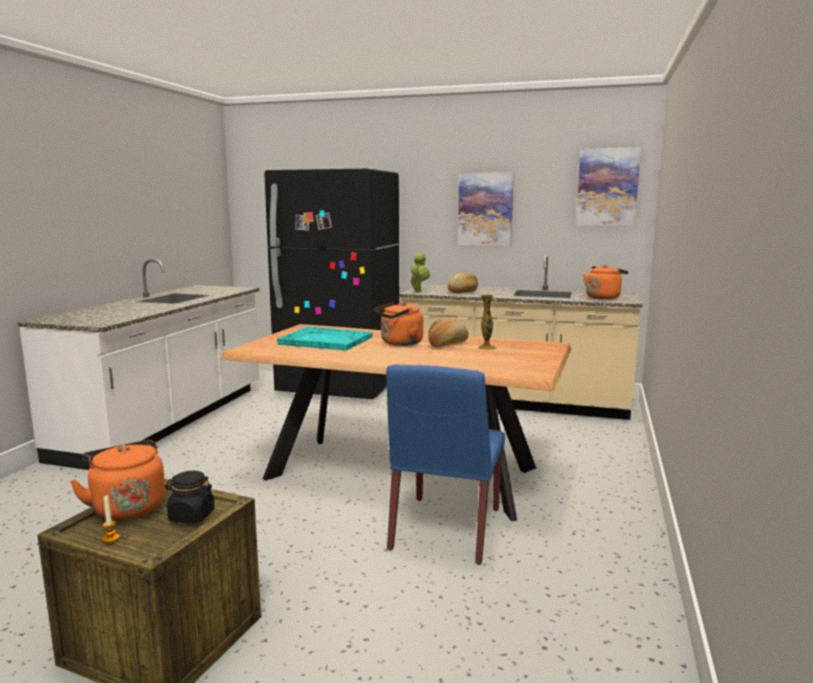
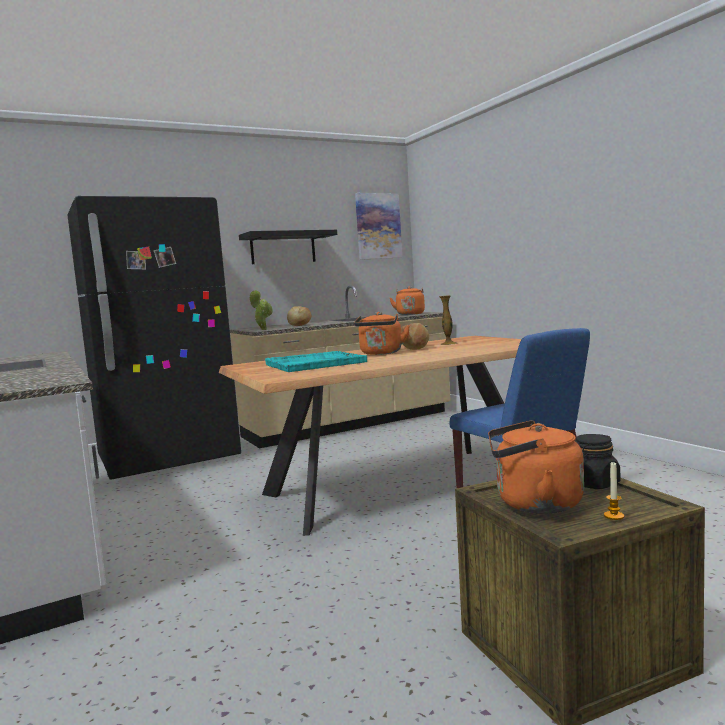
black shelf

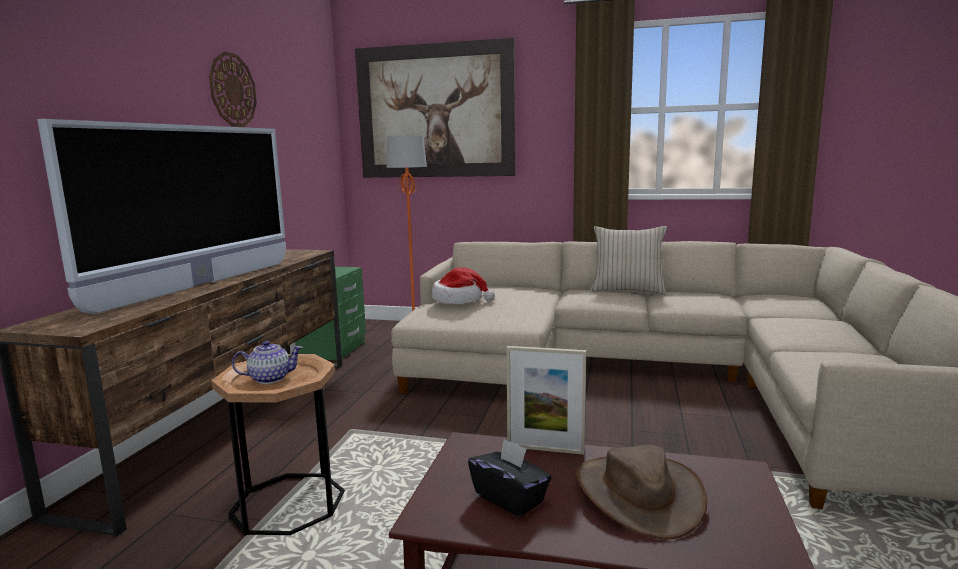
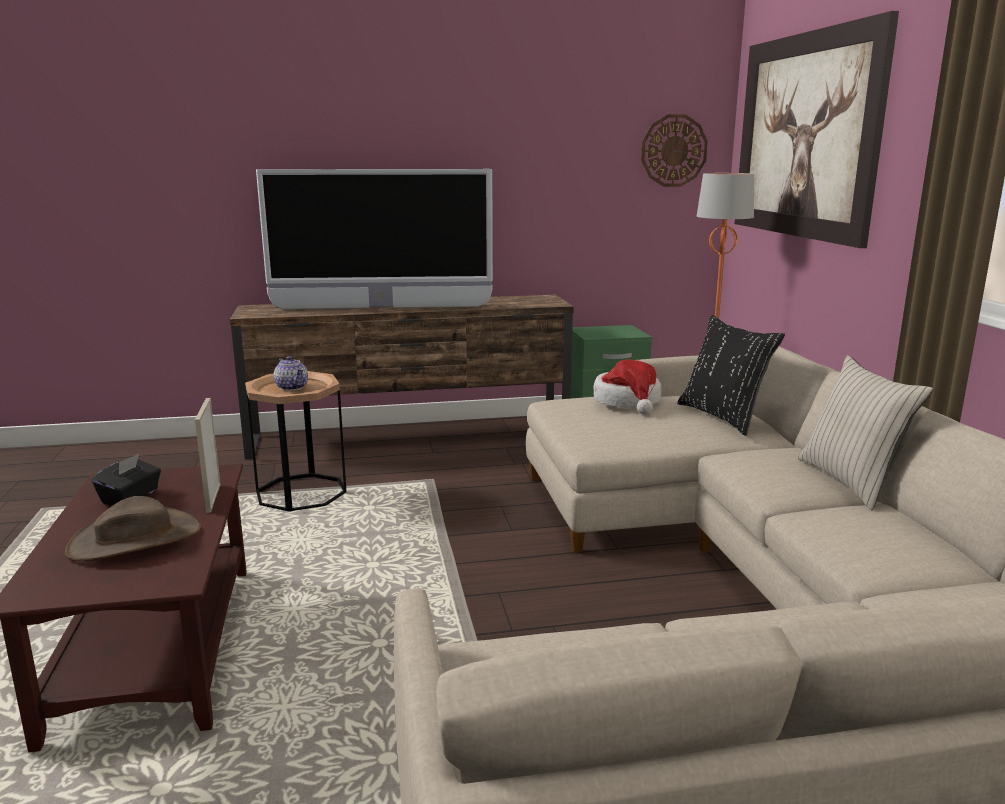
black pillow
wall clock

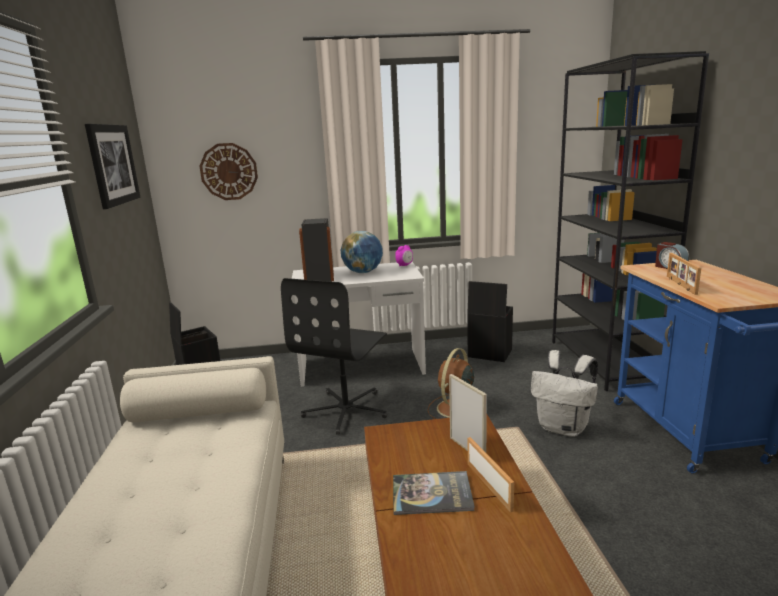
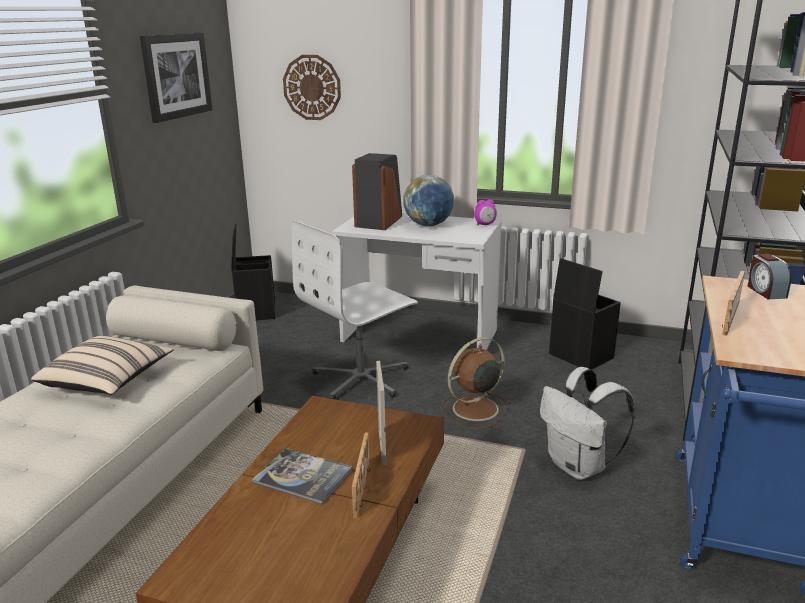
beige pillow
white office chair

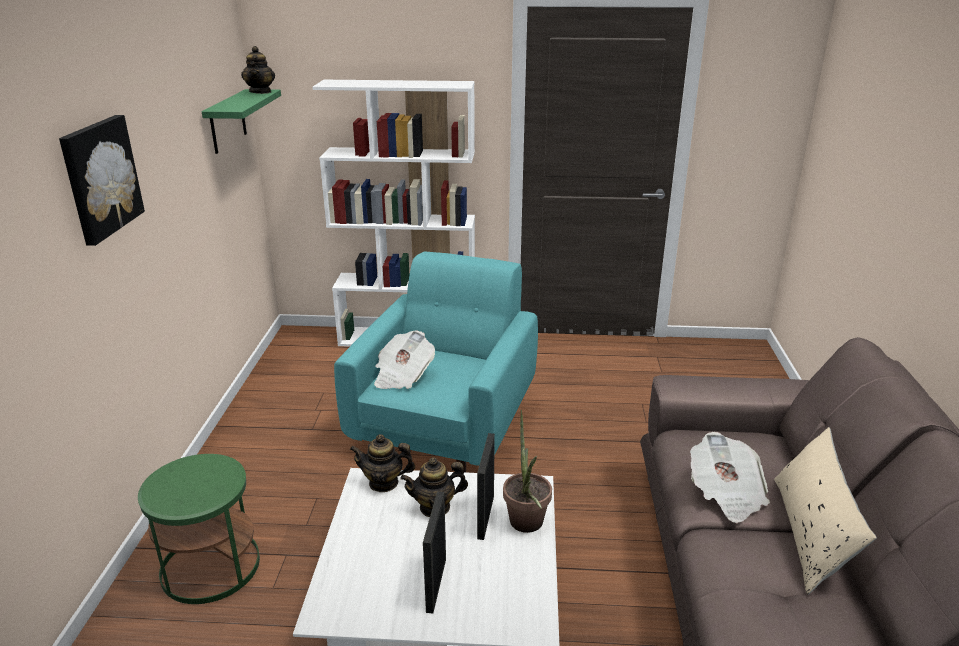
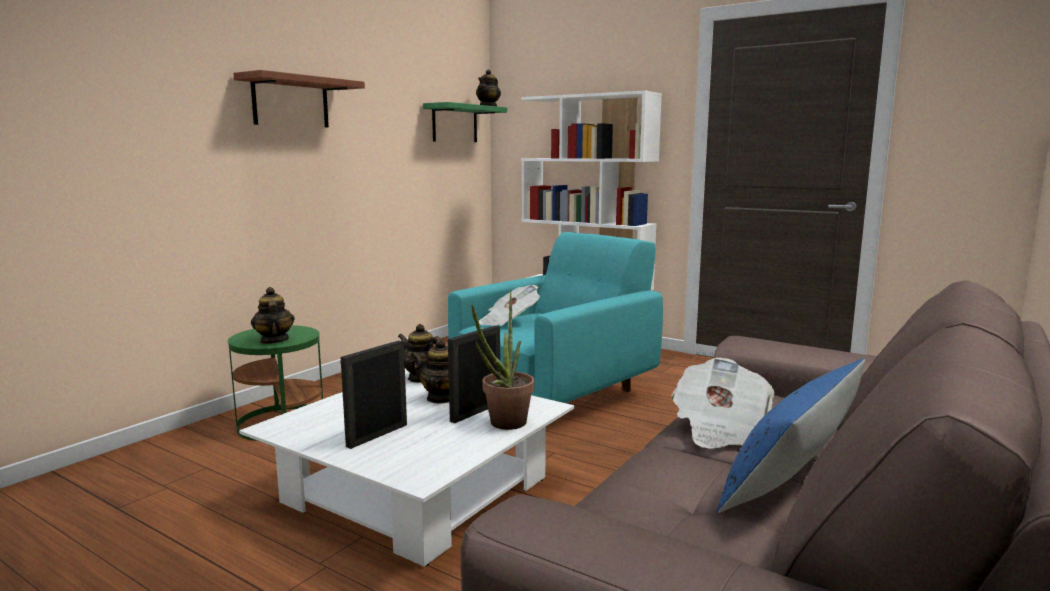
teapot (no. 1 from left)
brown shelf
blue pillow

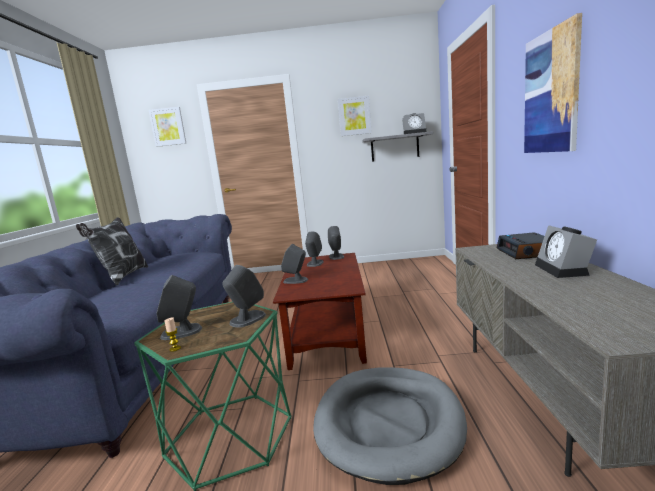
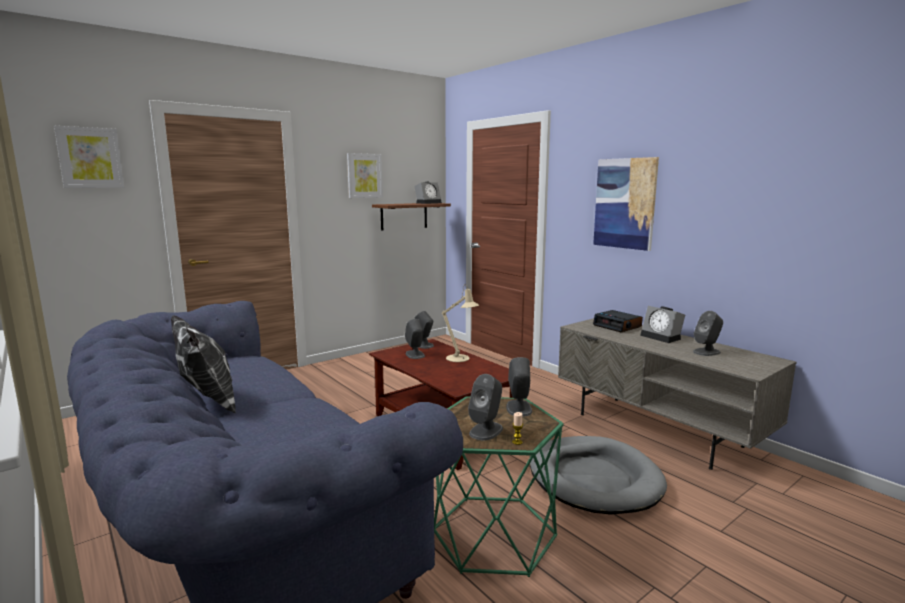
beige table lamp
grey speaker (no. 5 from left)
brown shelf

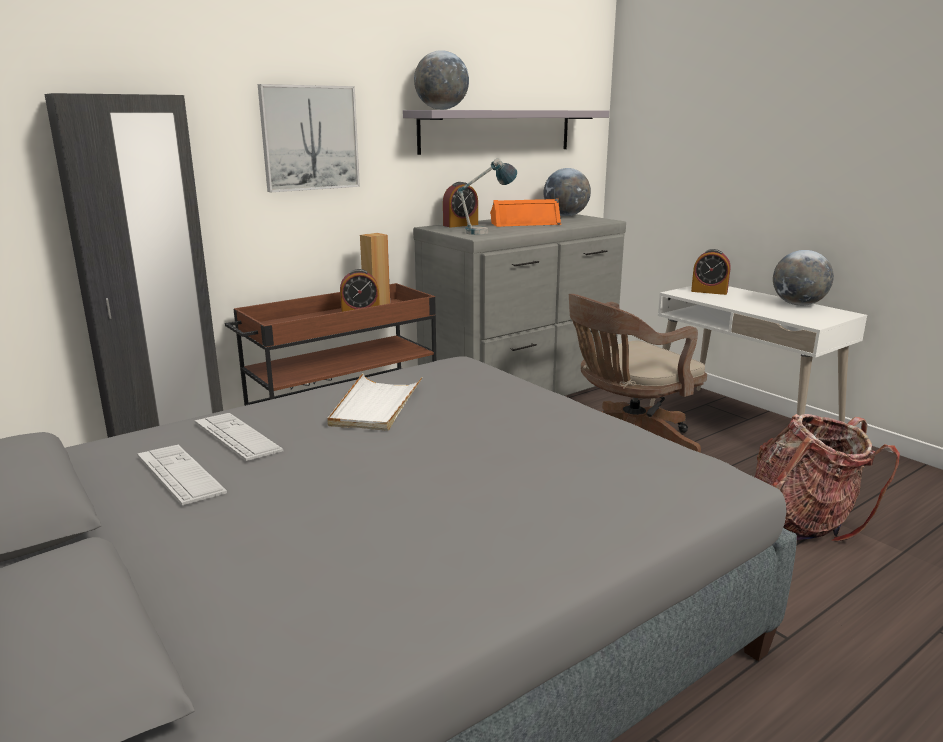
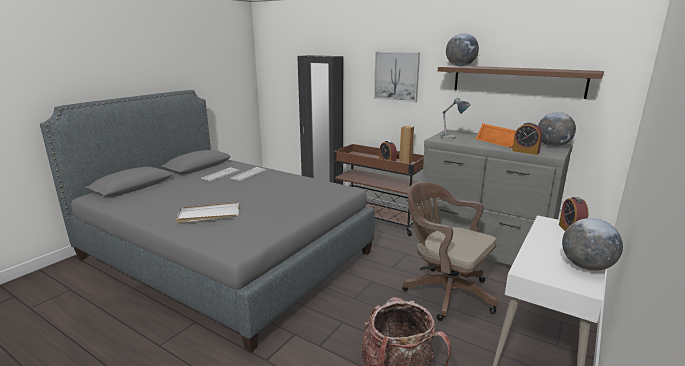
white tray
alarm clock (no. 2 from left)
brown shelf

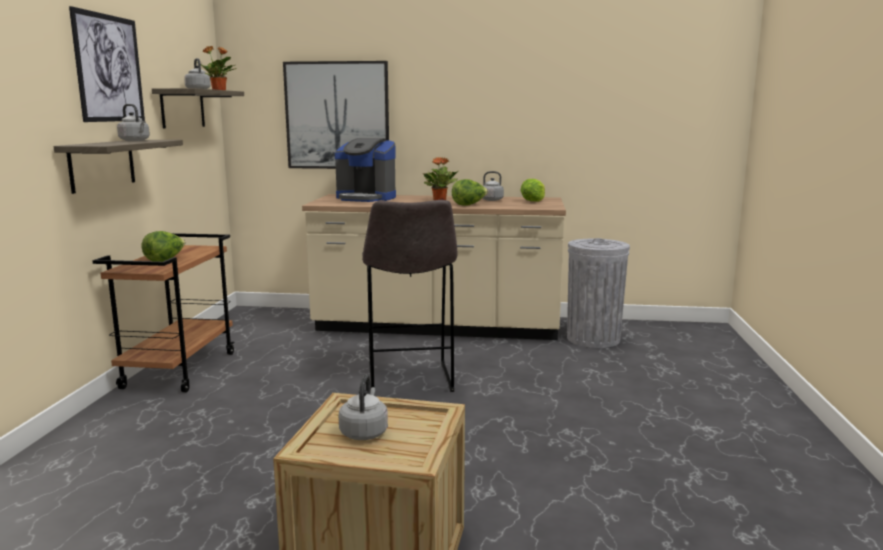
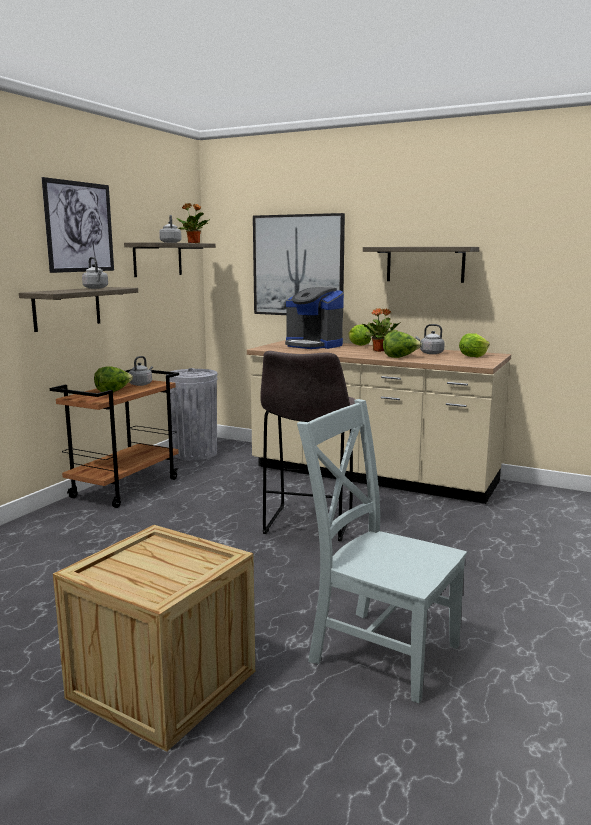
grey chair
lettuce (no. 2 from left)
shelf (no. 3 from left)
grey kettle (no. 2 from left)
grey trash can

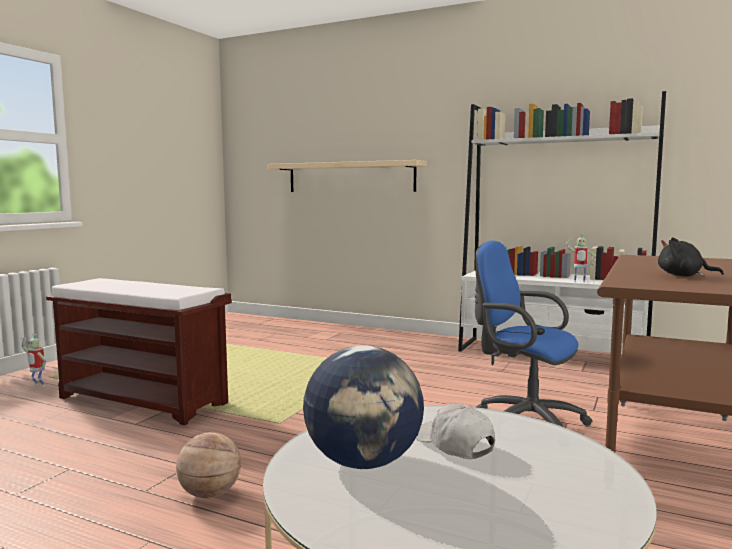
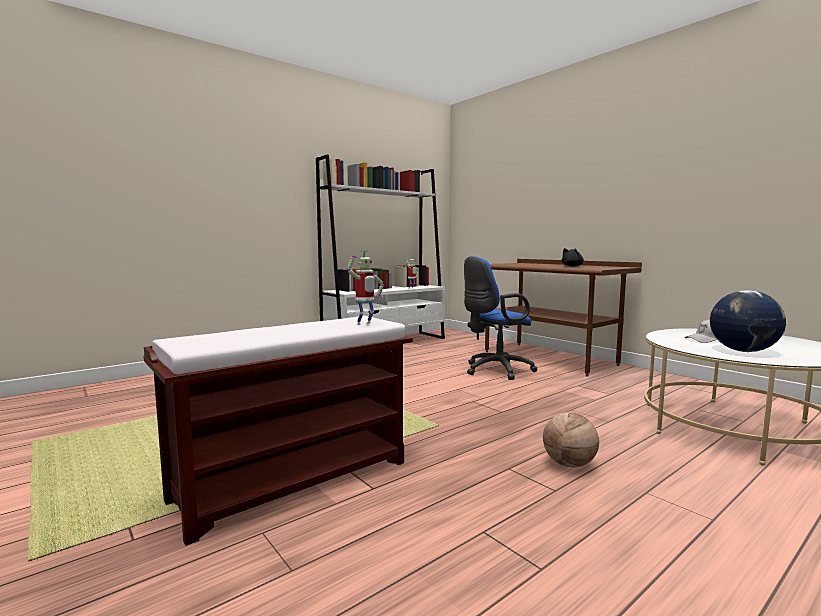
beige shelf
toy robot (no. 1 from left)

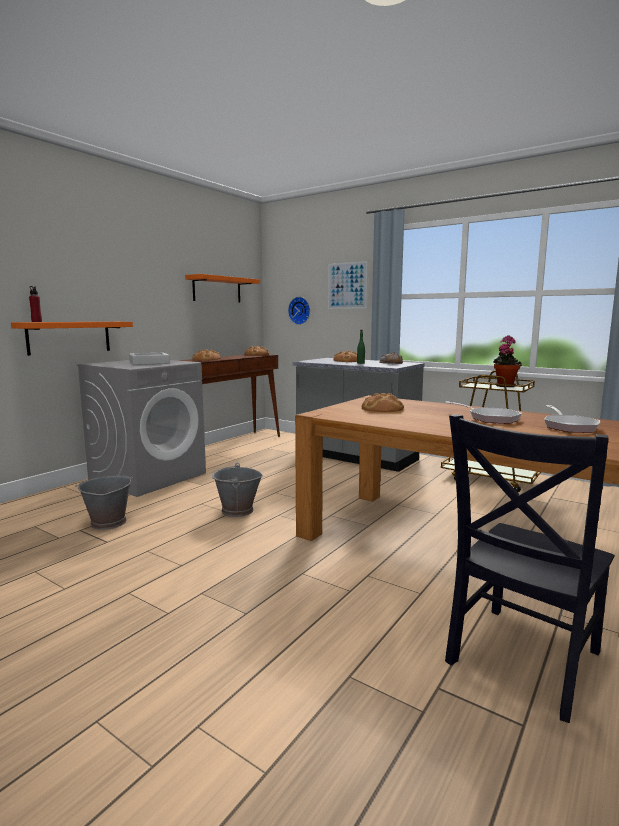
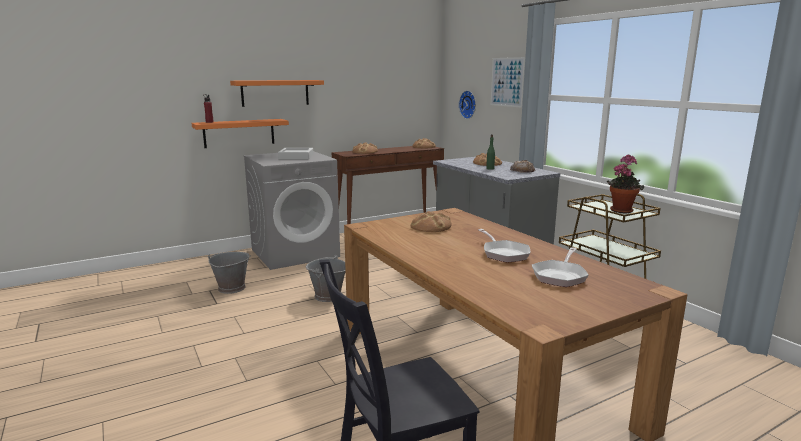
orange shelf (no. 2 from left)

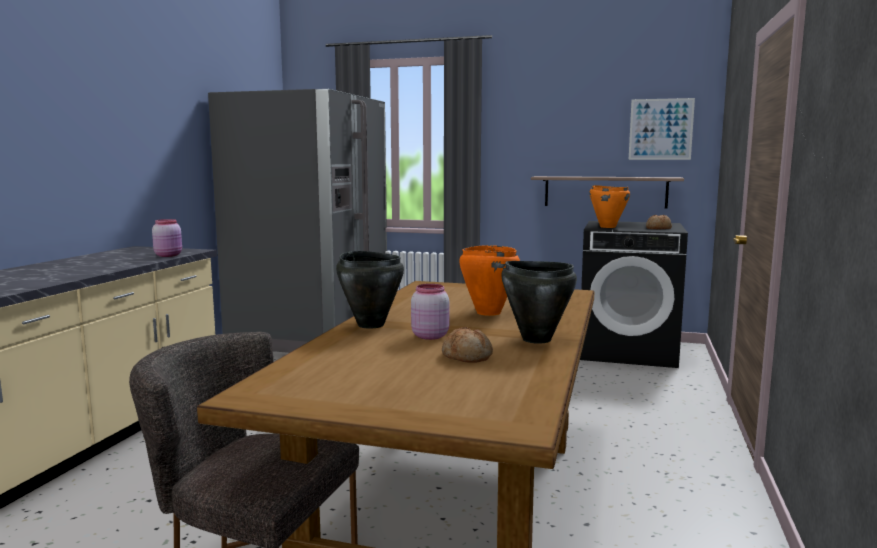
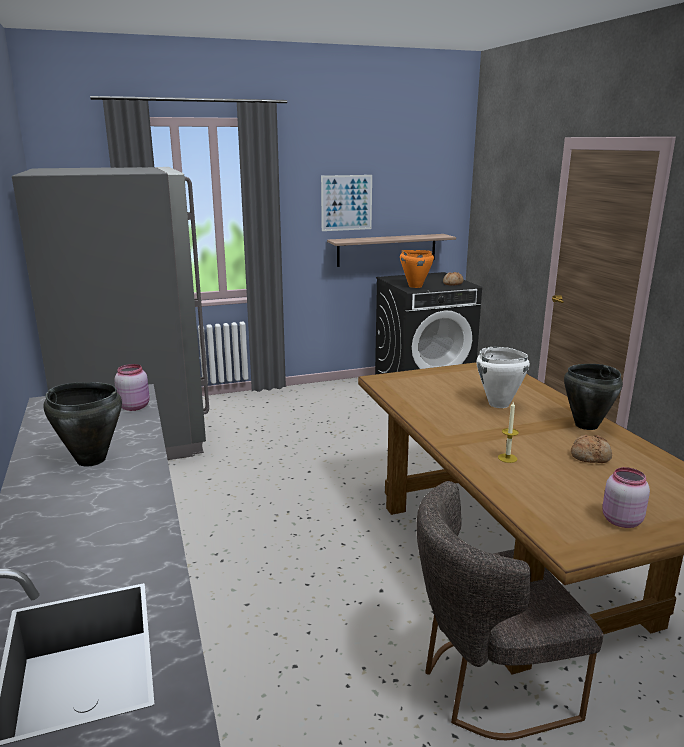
candle
black cooking pot (no. 1 from left)
pink jar (no. 2 from left)
picture
white cooking pot

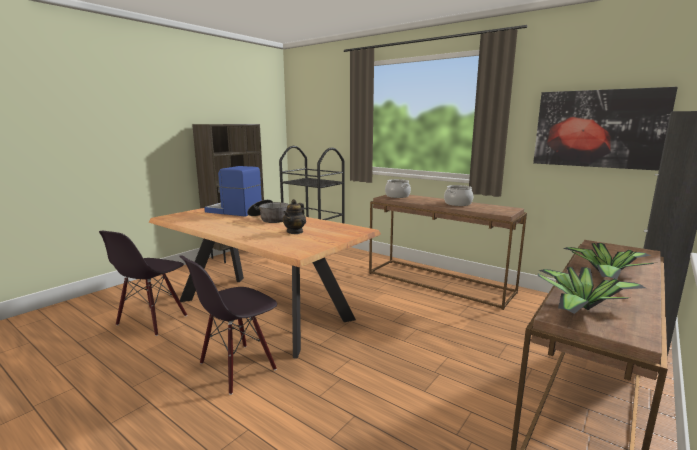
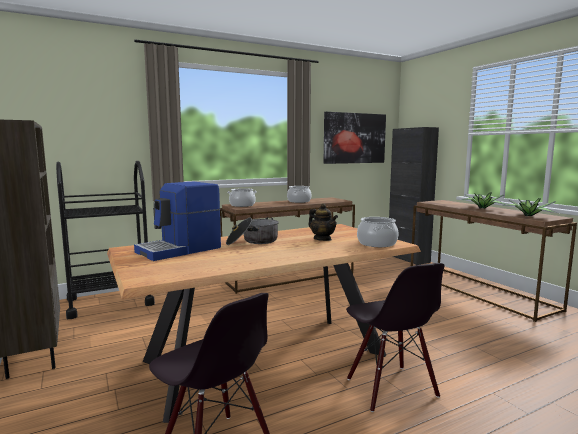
cooking pot (no. 4 from left)

